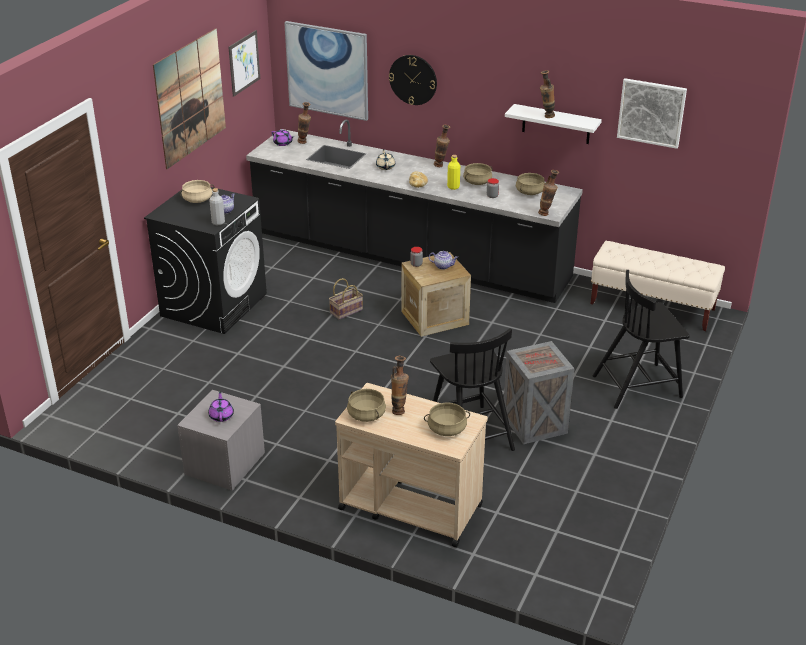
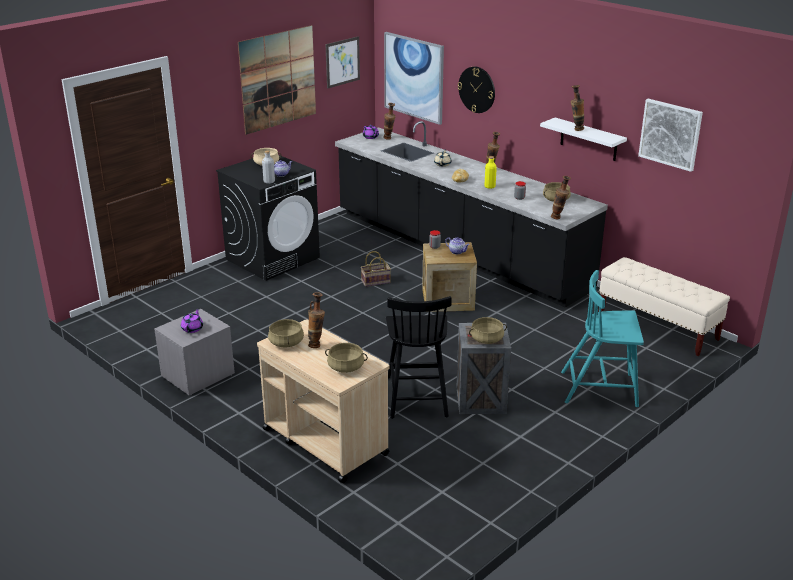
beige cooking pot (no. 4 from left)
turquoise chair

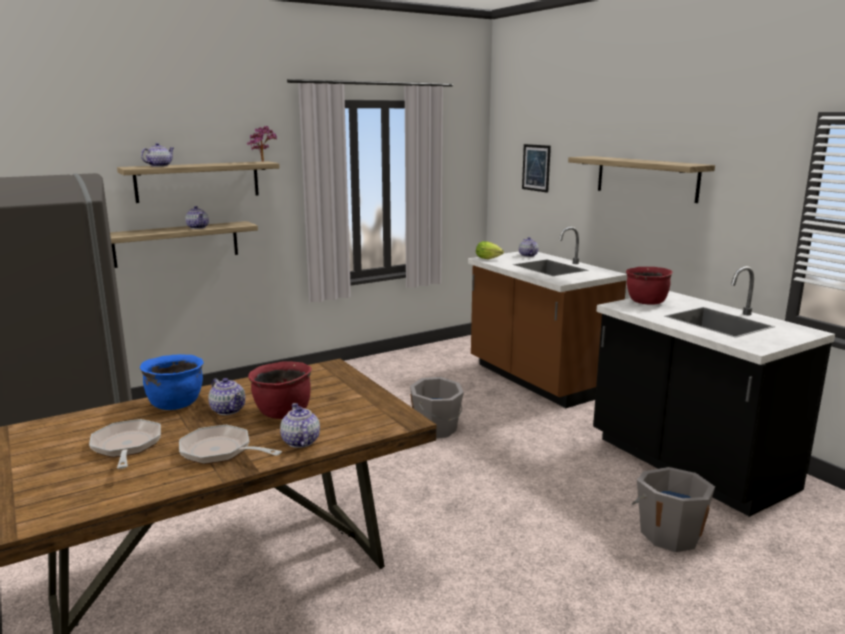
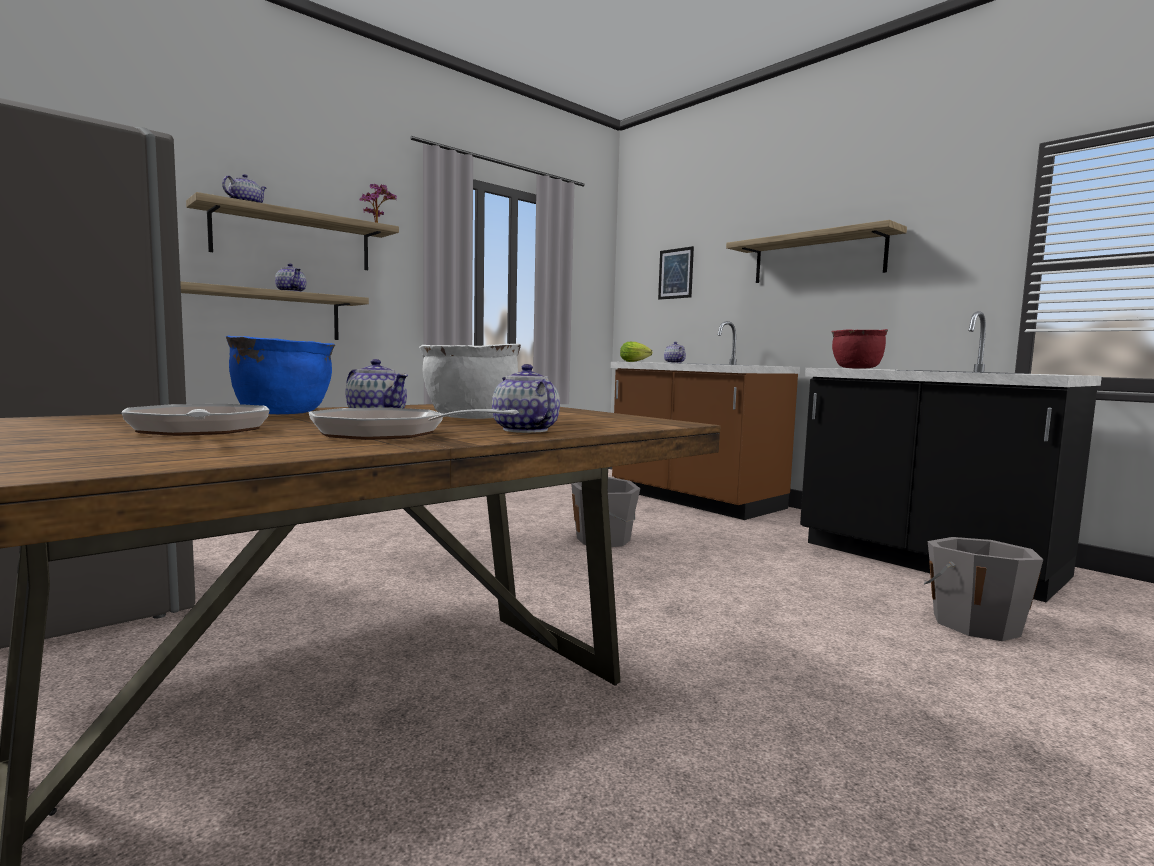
white cooking pot

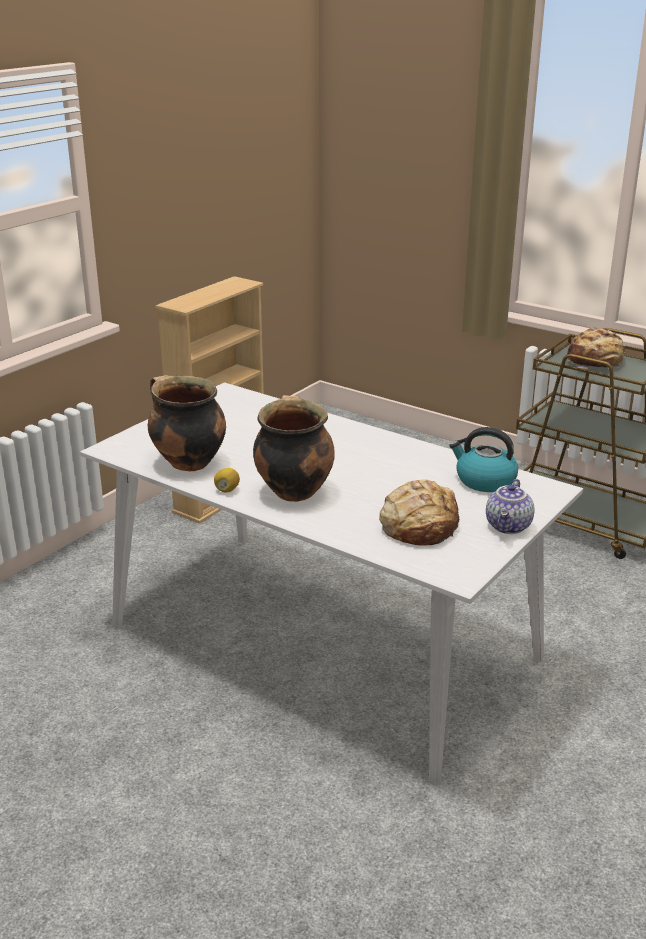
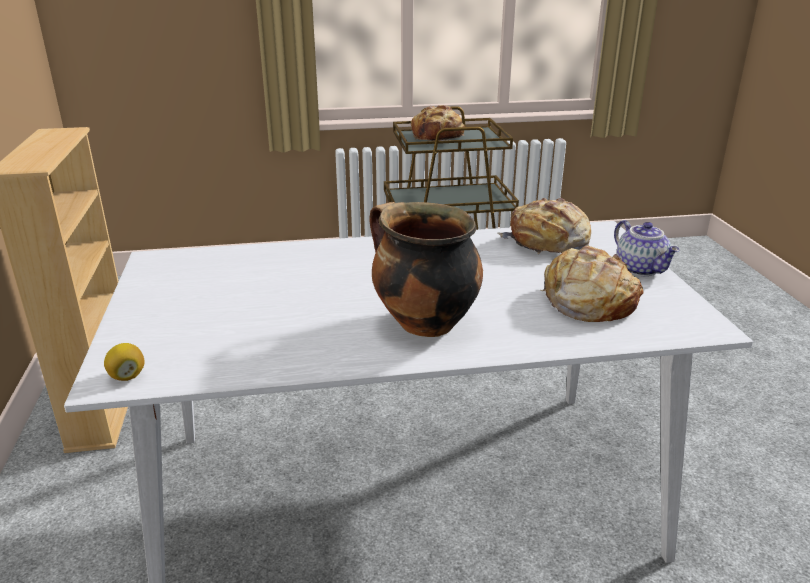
cooking pot (no. 1 from left in the first image)
lemon
bread (no. 2 from left)

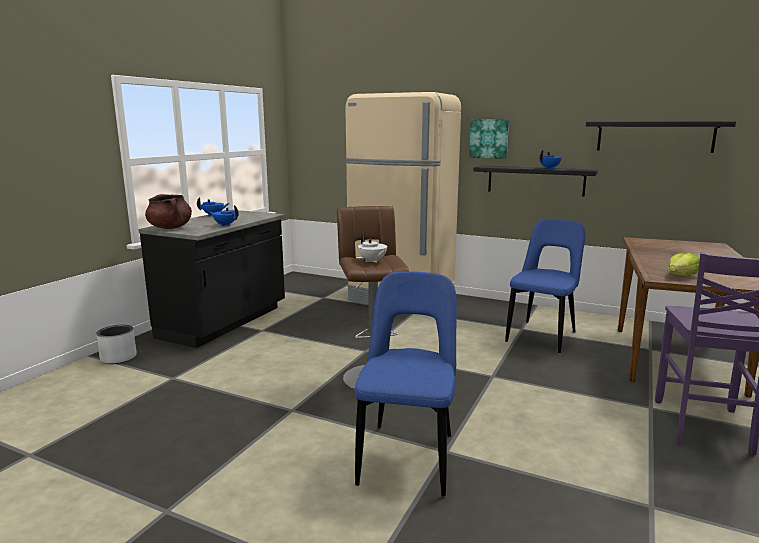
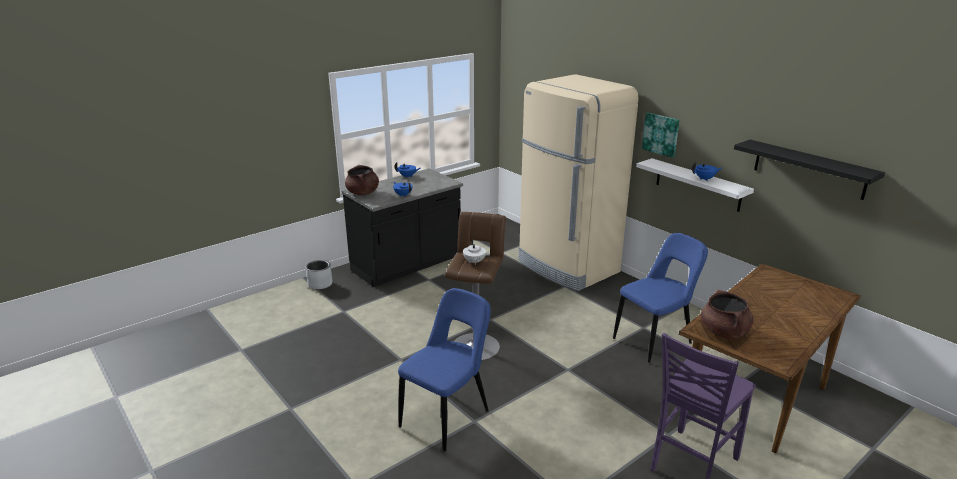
brown cooking pot (no. 2 from left)
white shelf

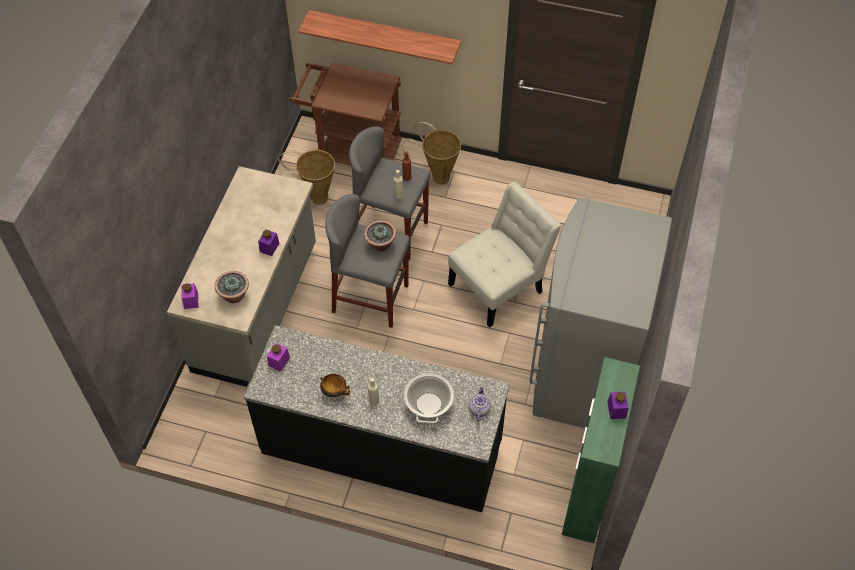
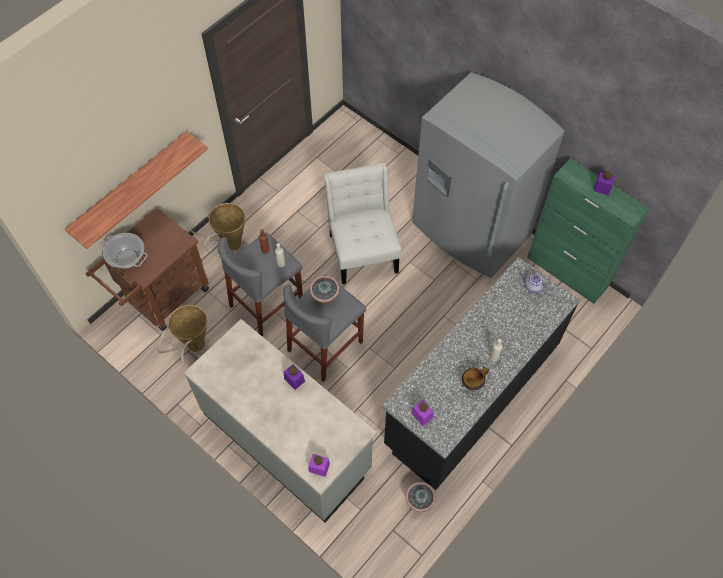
potted plant (no. 2 from left)
cooking pot

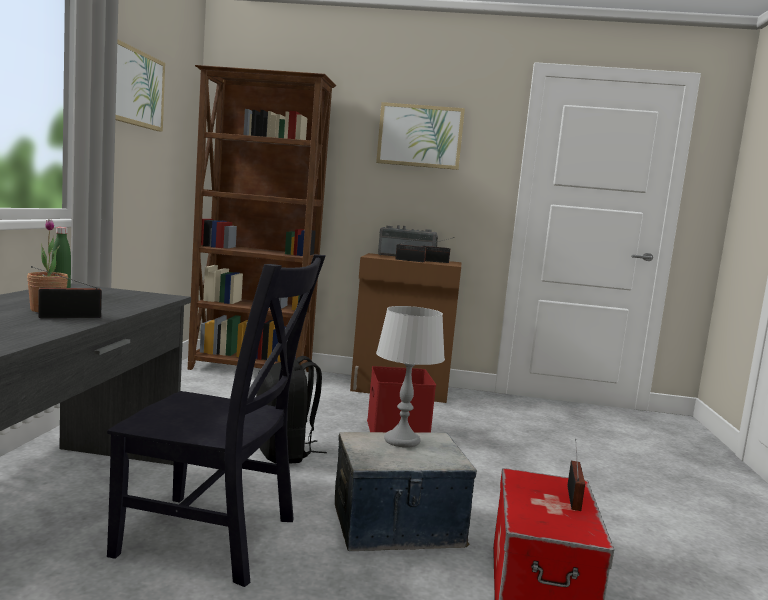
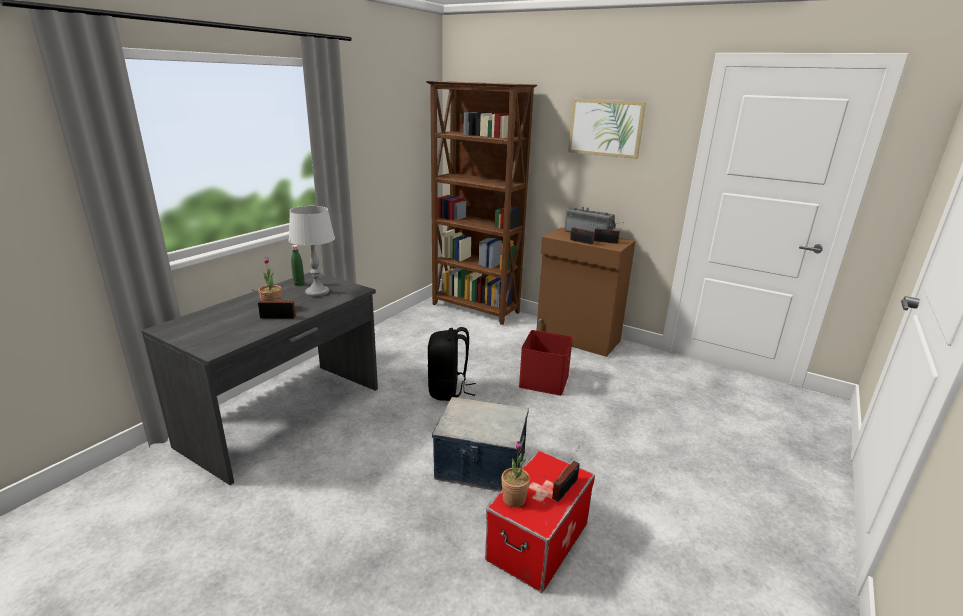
black chair
picture (no. 1 from left in the first image)
potted plant (no. 2 from left)
grey table lamp

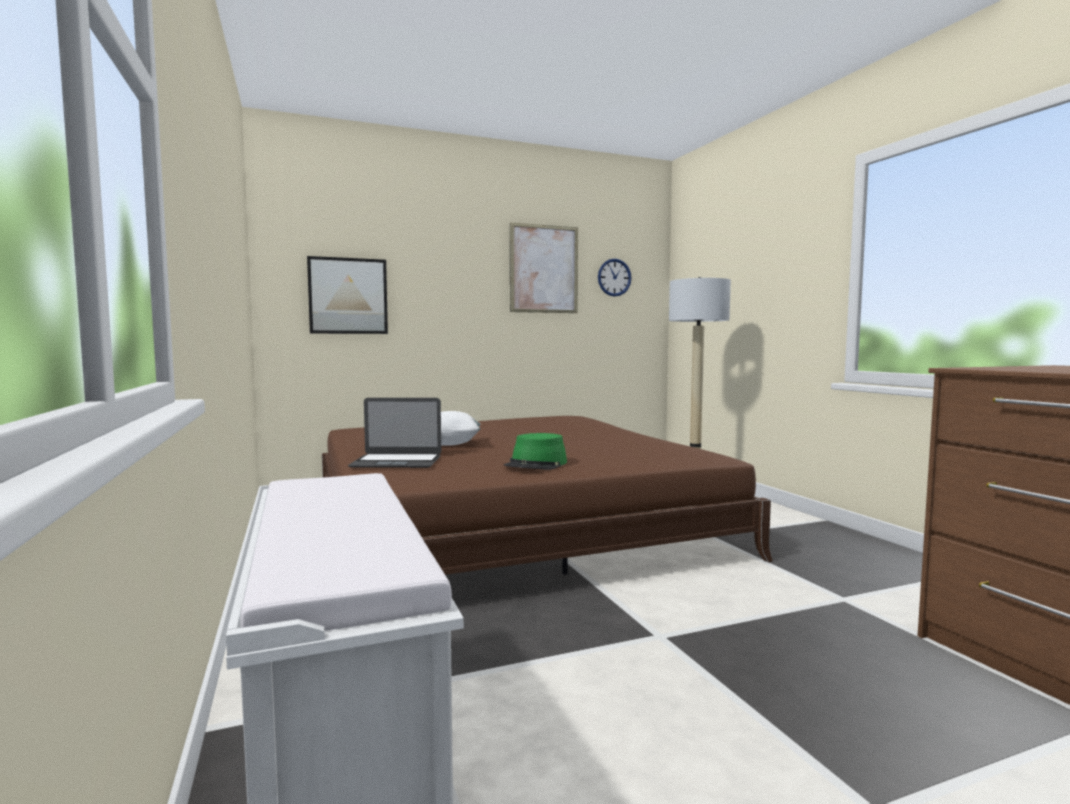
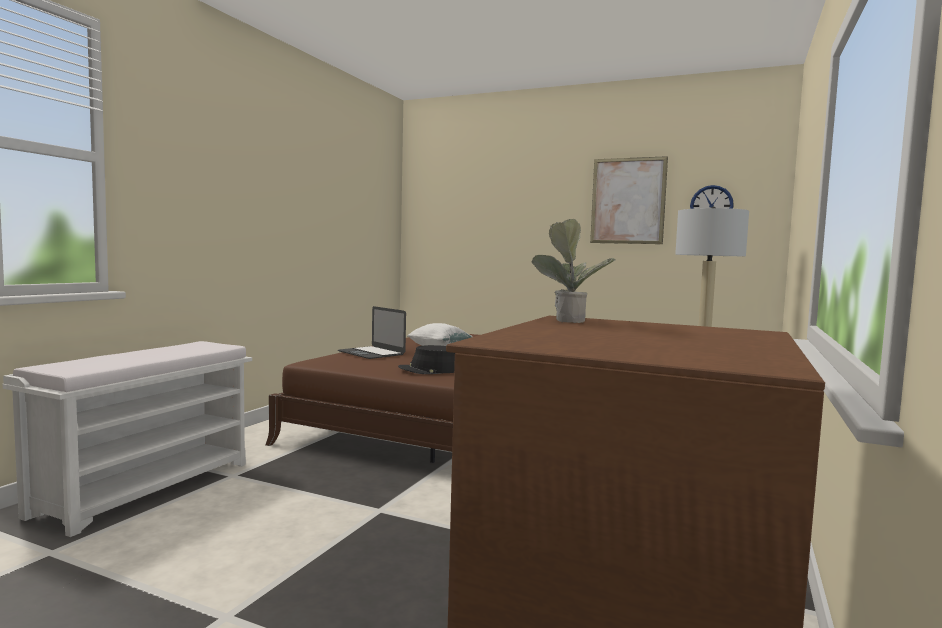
picture (no. 1 from left in the first image)
potted plant
black hat

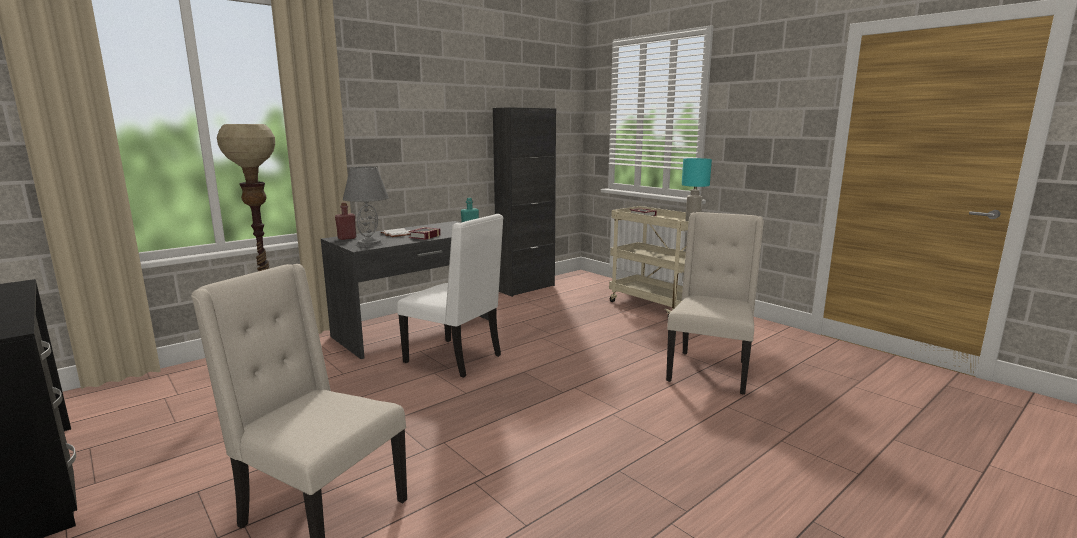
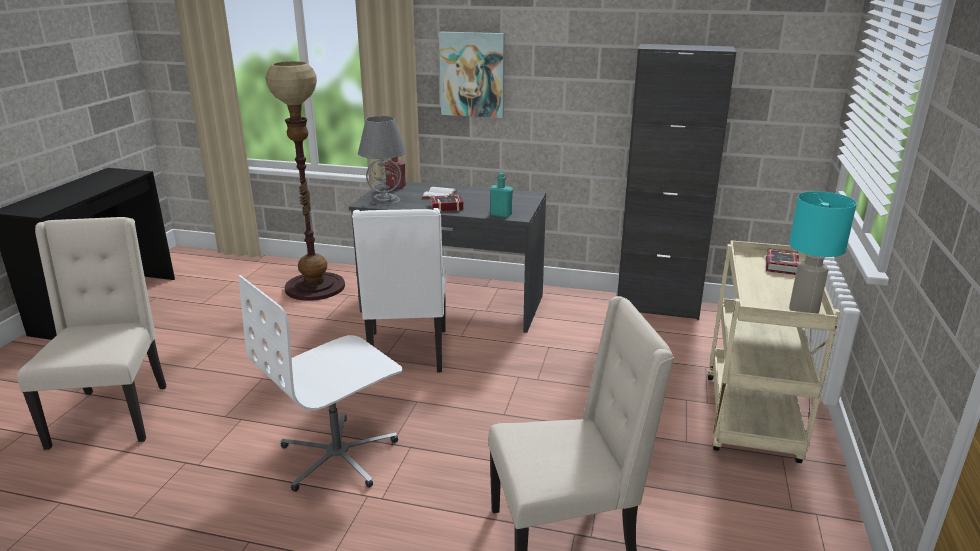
white office chair
picture

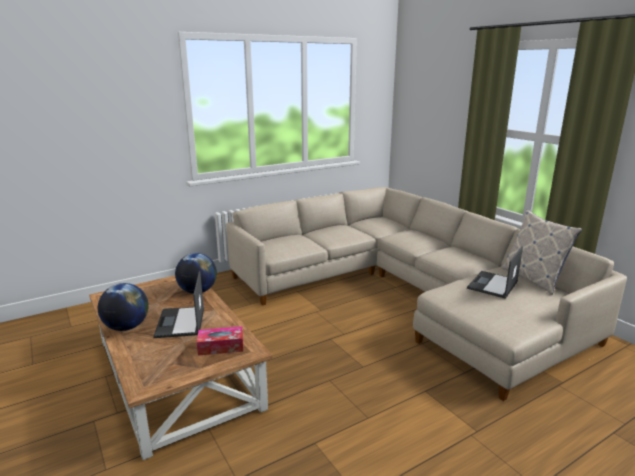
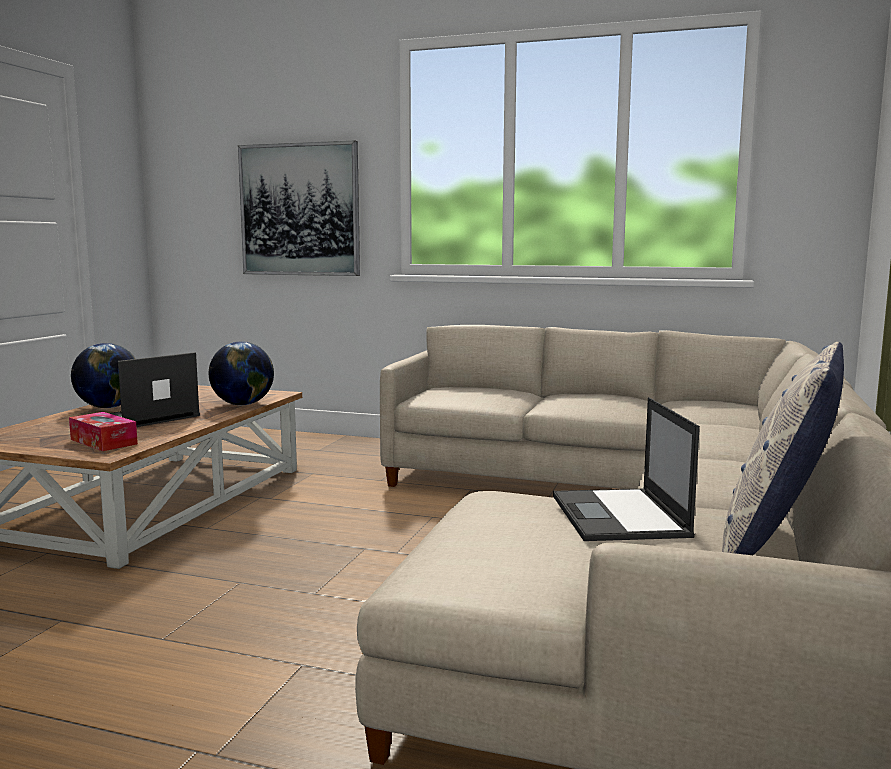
picture
laptop (no. 2 from left)

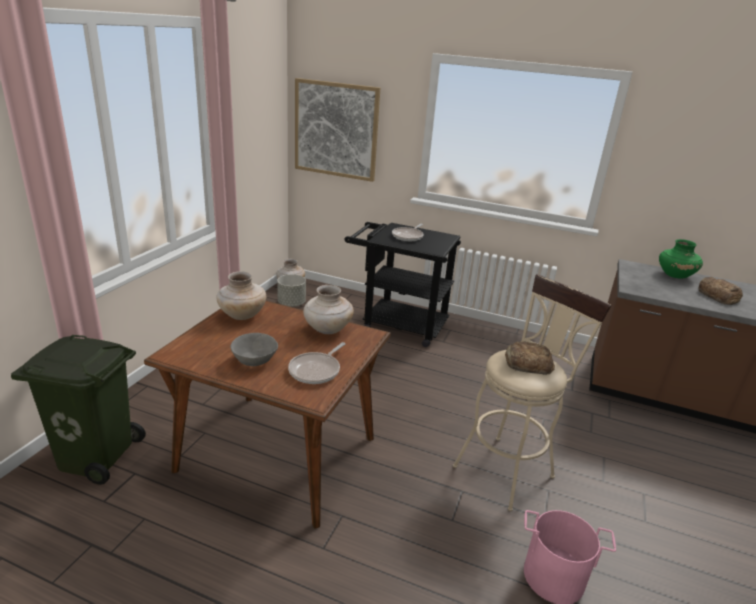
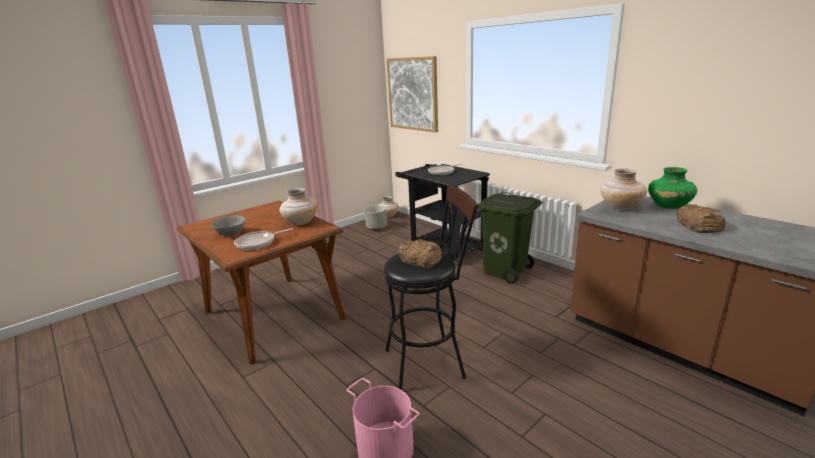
green trash can
beige vase (no. 3 from left)
black stool

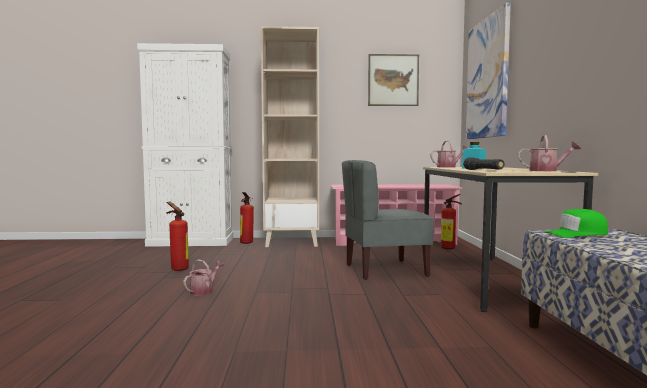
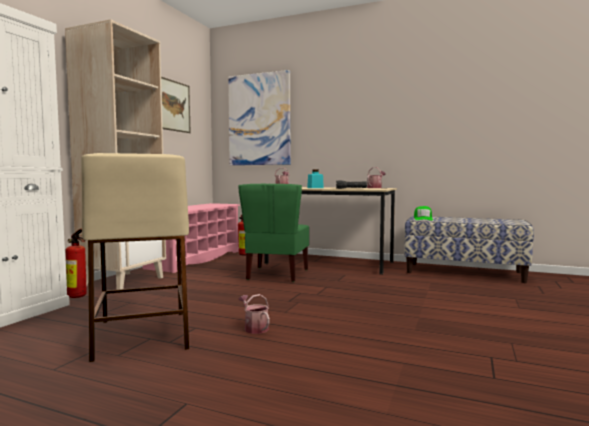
beige stool
green chair

